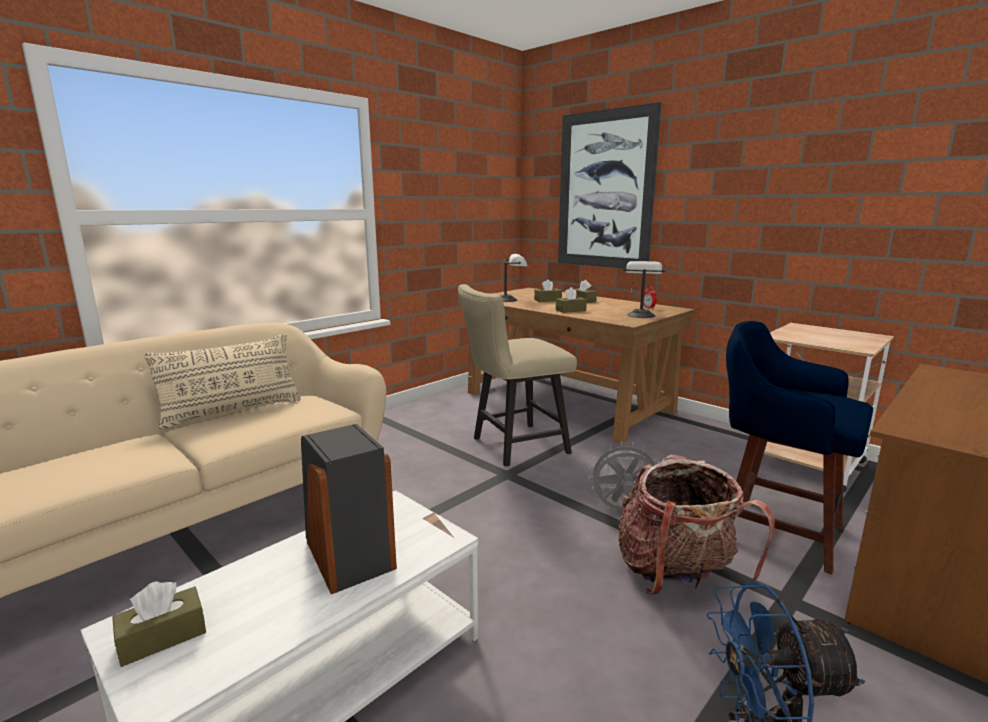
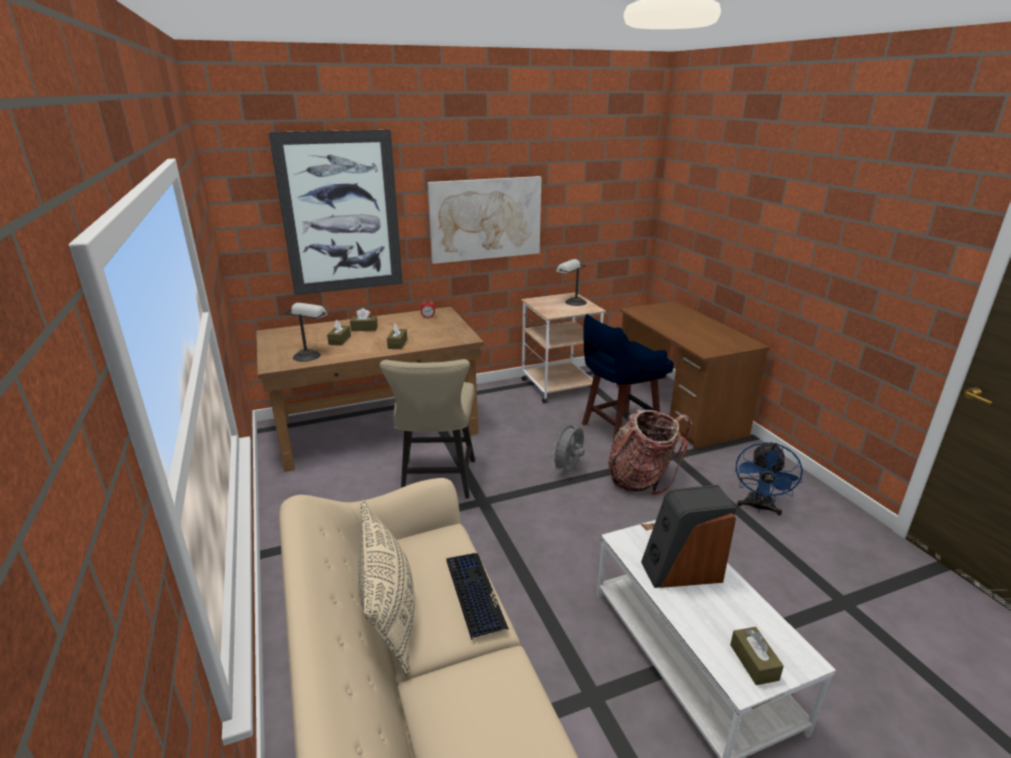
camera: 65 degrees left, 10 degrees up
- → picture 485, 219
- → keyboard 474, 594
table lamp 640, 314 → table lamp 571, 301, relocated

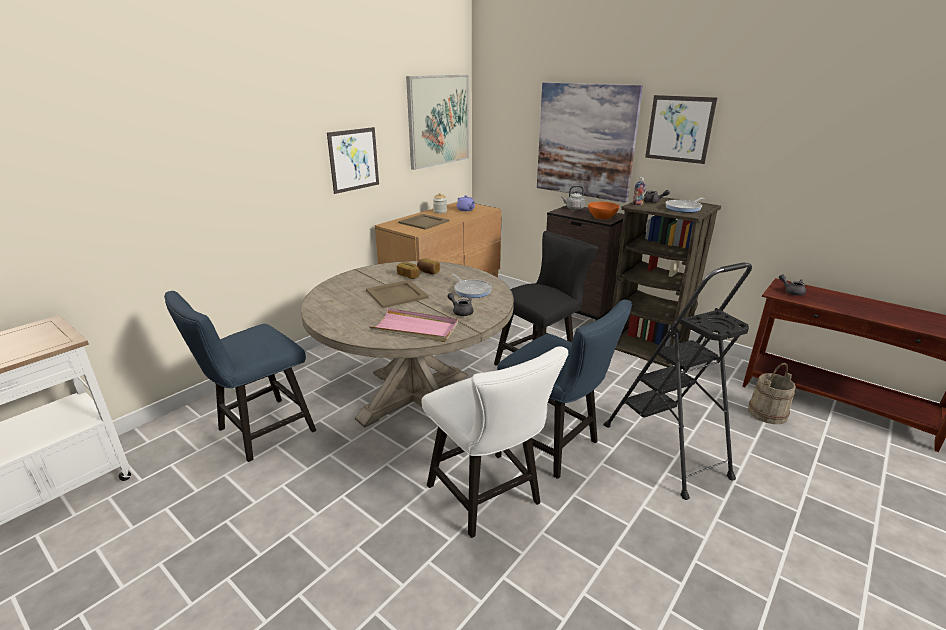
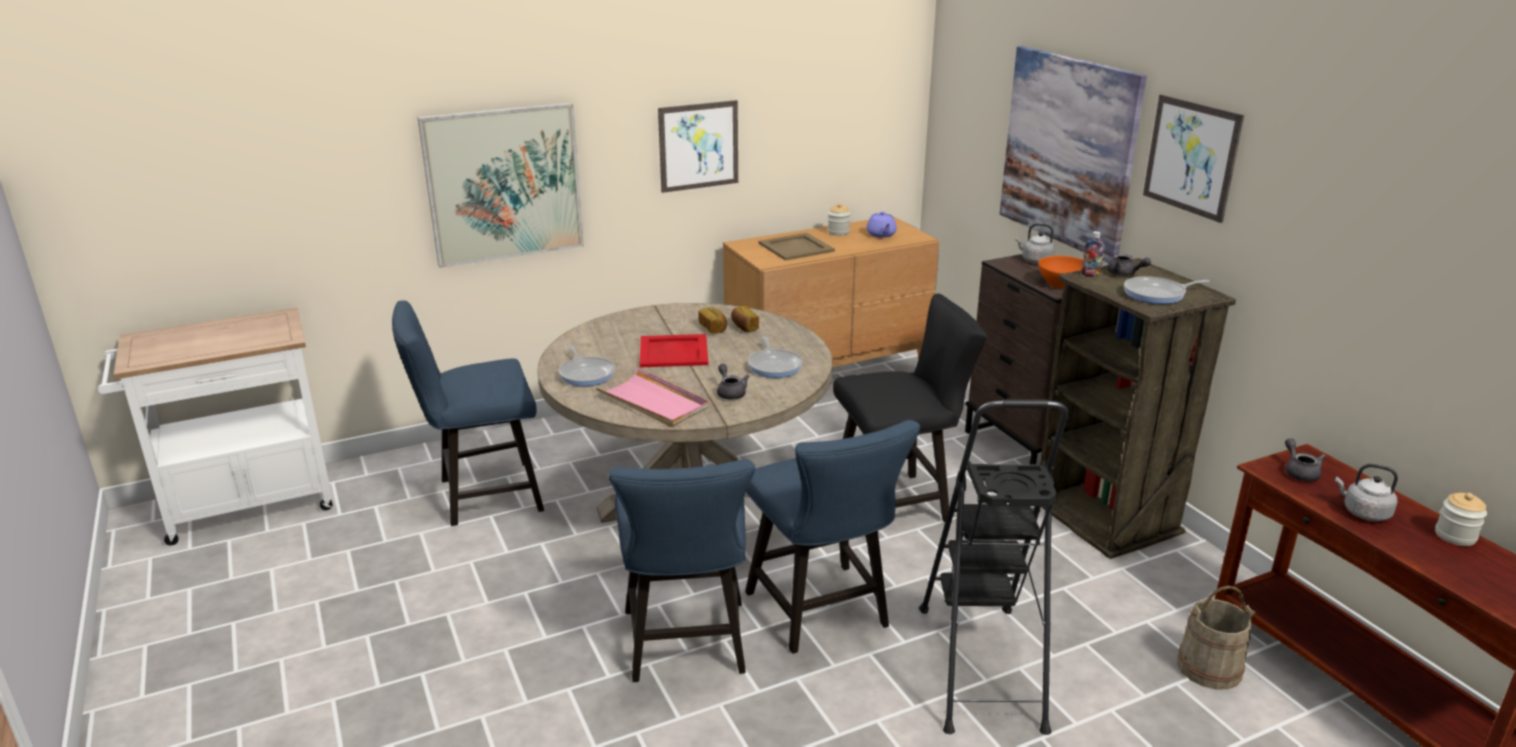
camera: 25 degrees right, 0 degrees up
picture 438, 121 → picture 504, 184, relocated
- → frying pan 586, 373
white chair 489, 498 → blue chair 687, 648
beige tray 396, 294 → red tray 673, 351
- → grey kettle 1363, 512
- → jar 1455, 536

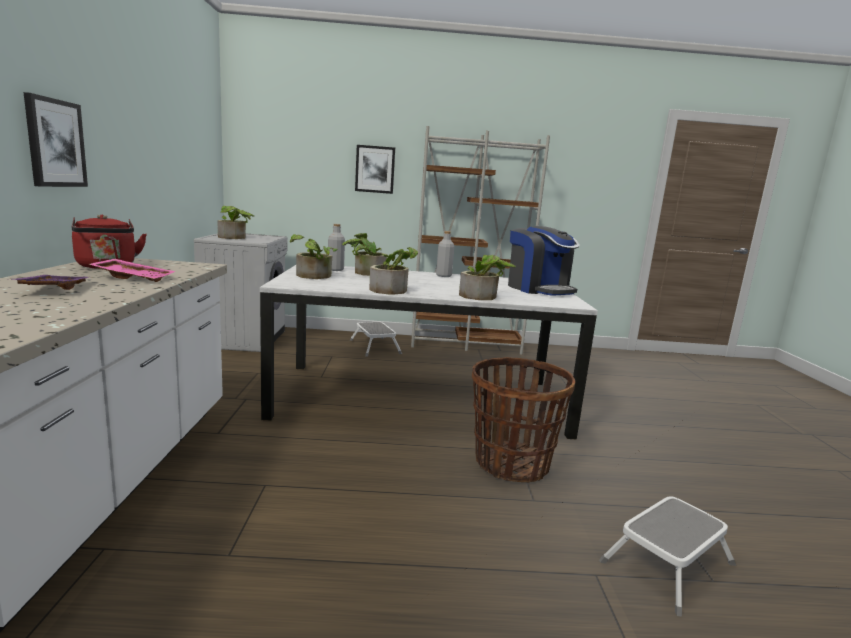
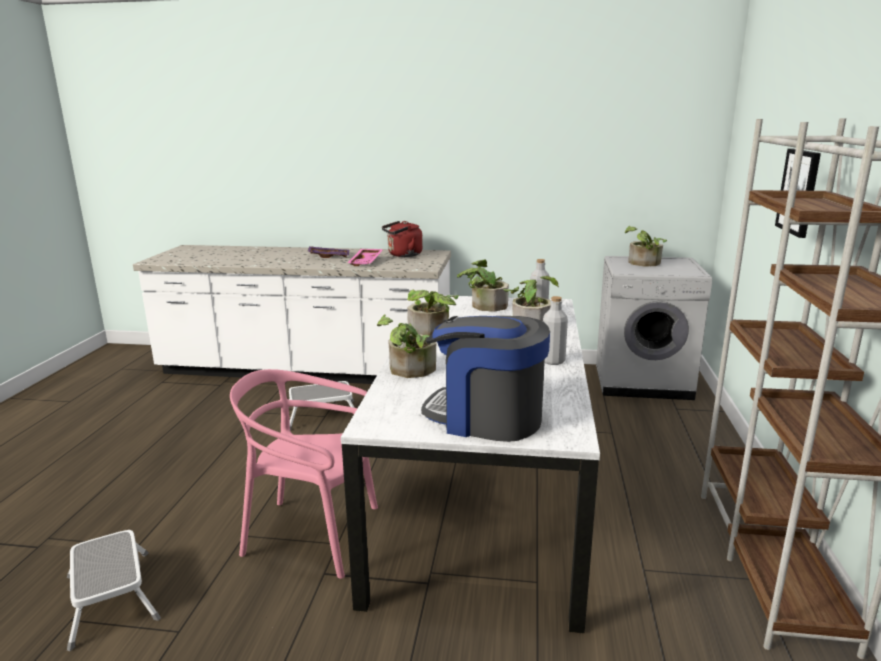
camera: 100 degrees right, 5 degrees up
basket 511, 463 → pink chair 312, 534
grey step ladder 374, 347 → grey step ladder 322, 415, relocated
coffee machine 539, 289 → coffee machine 486, 418, 45 degrees clockwise
picture 55, 143 → -

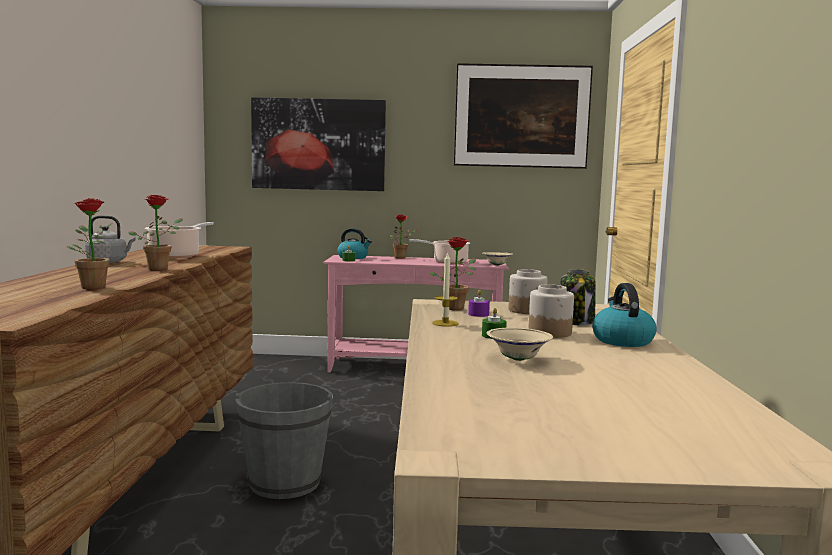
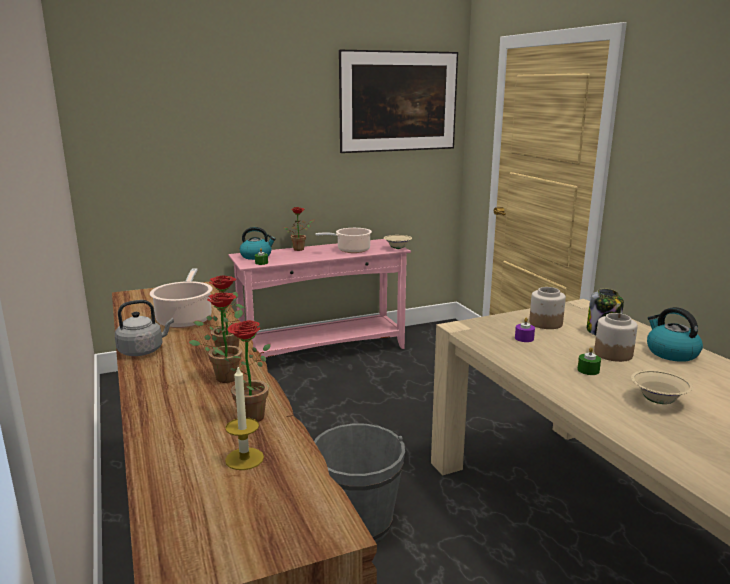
camera: 25 degrees left, 10 degrees up
potted plant 456, 307 → potted plant 228, 375, relocated
candle 445, 323 → candle 244, 459, relocated
picture 318, 144 → -

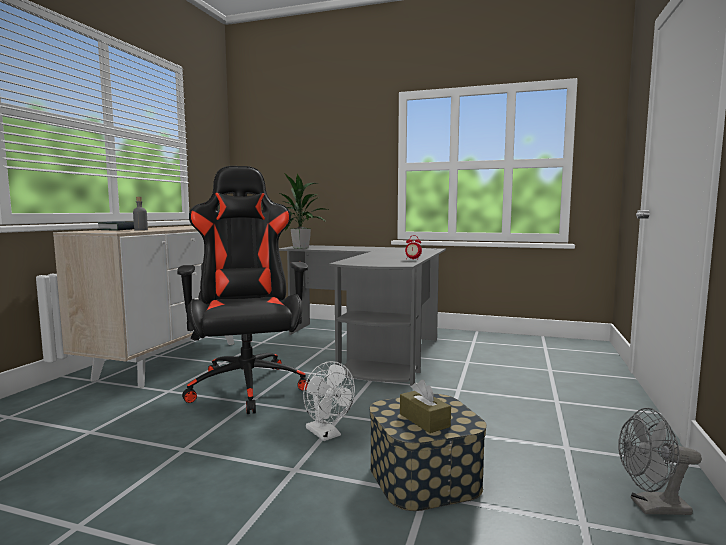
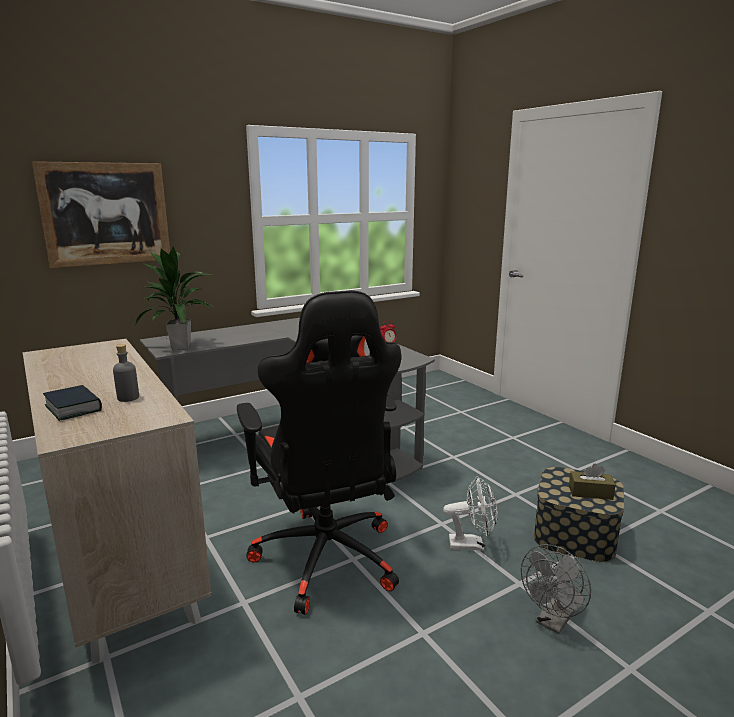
camera: 50 degrees left, 10 degrees up
- → picture 106, 214
black office chair 248, 391 → black office chair 323, 550, 135 degrees counterclockwise
grey fan 652, 507 → grey fan 553, 622, relocated

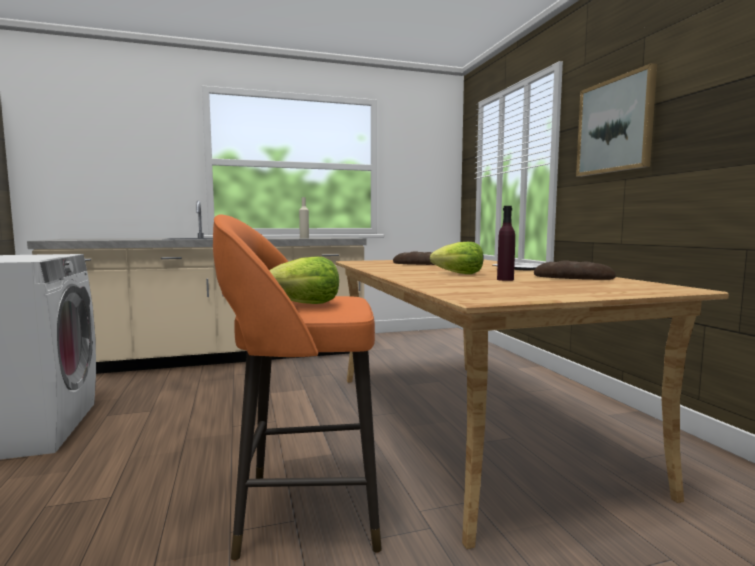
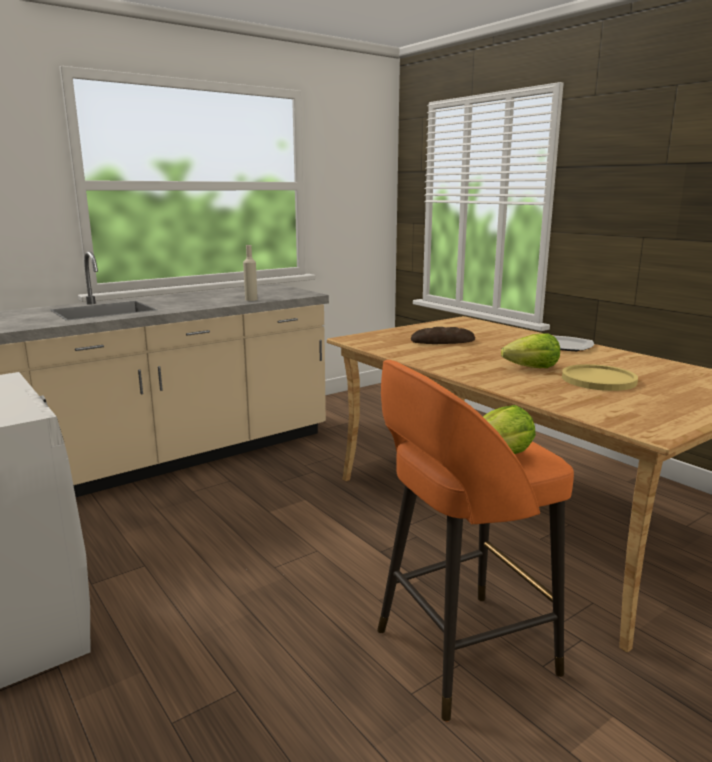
camera: 20 degrees left, 10 degrees up
purple bottle 505, 279 → yellow plate 598, 379
bread 573, 278 → -
picture 615, 126 → -

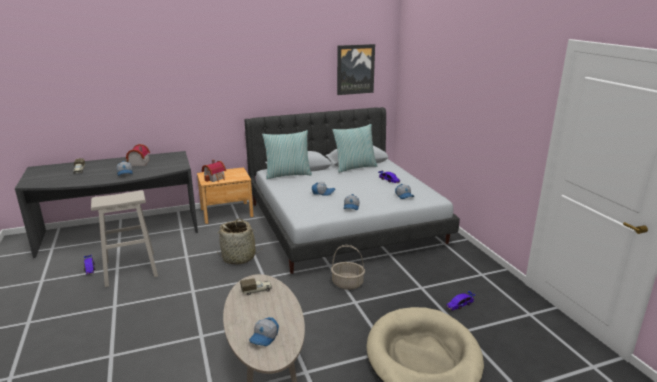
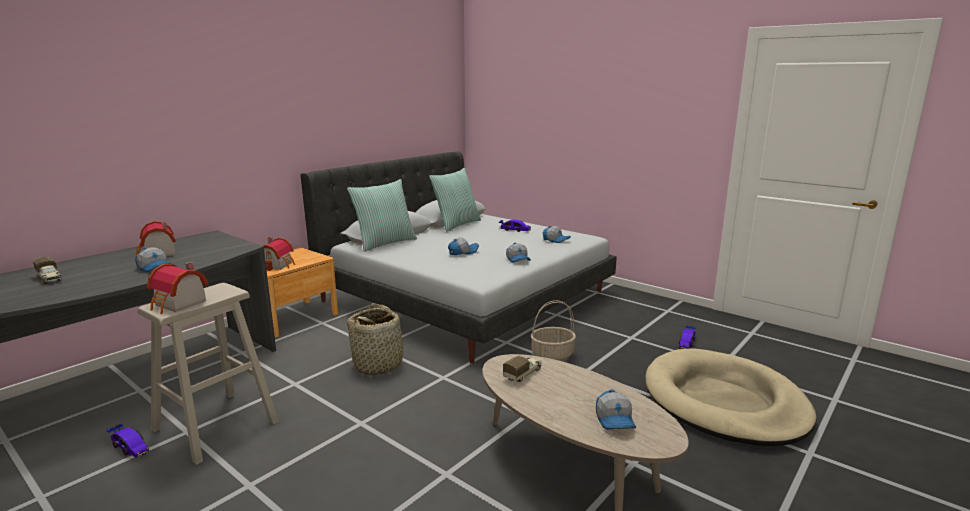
camera: 30 degrees left, 5 degrees down
- → toy house 179, 304
picture 355, 69 → -

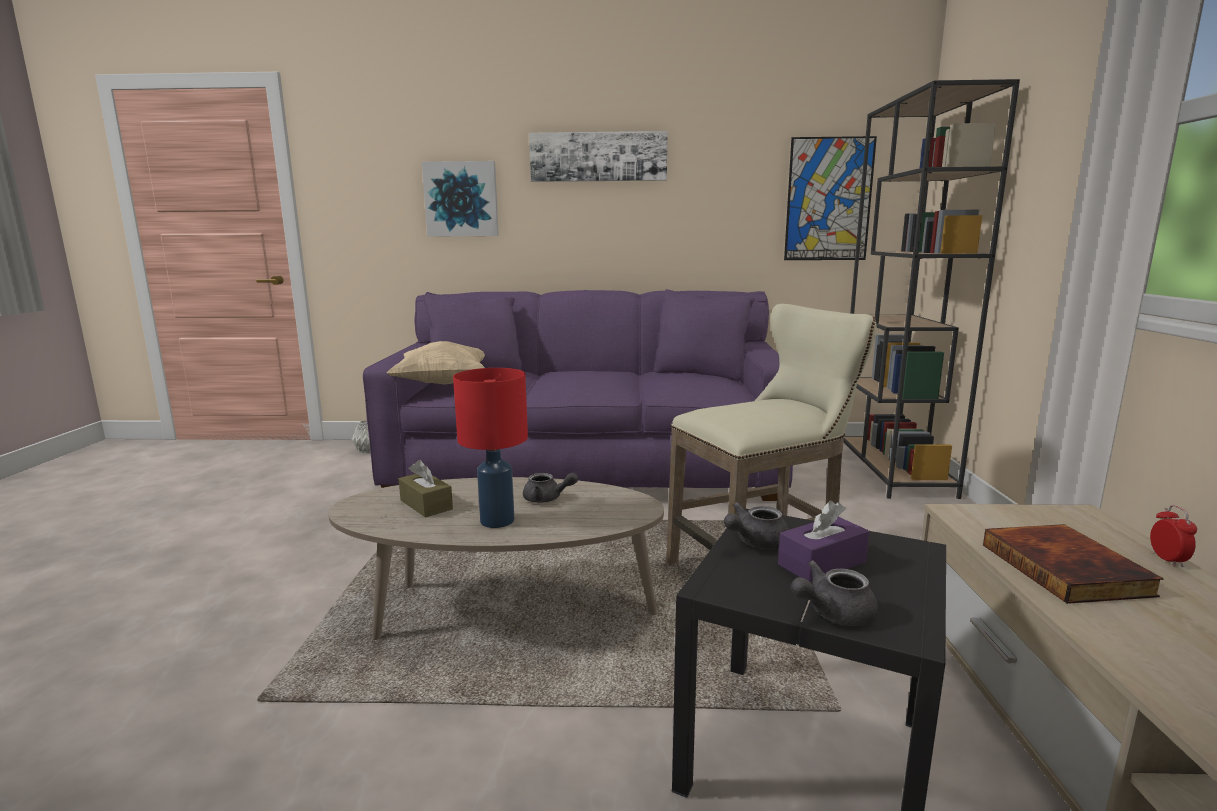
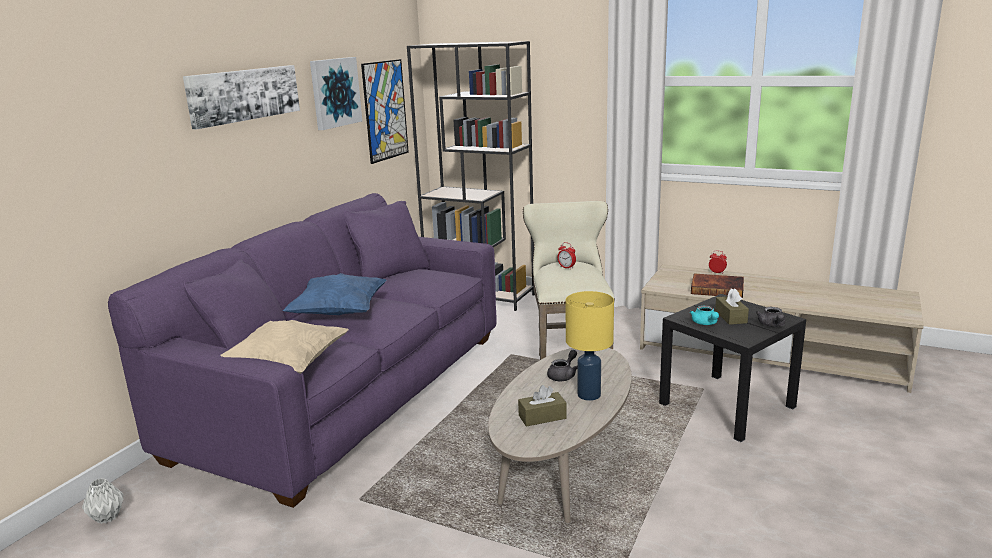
camera: 65 degrees left, 5 degrees up
- → blue pillow 339, 313
picture 461, 199 → picture 335, 92, relocated
- → alarm clock 566, 267
red table lamp 497, 521 → yellow table lamp 589, 395
grey teapot 755, 542 → turquoise teapot 705, 323
purple tissue box 822, 563 → brown tissue box 731, 317

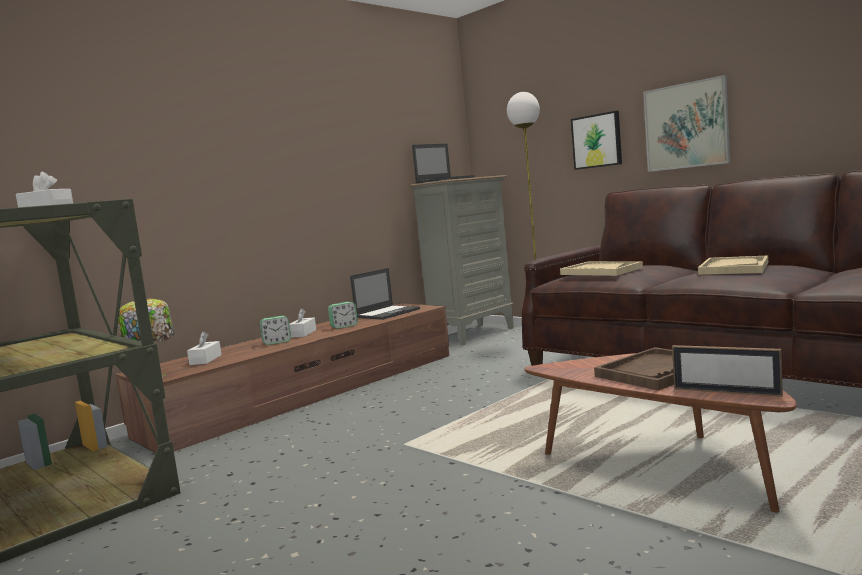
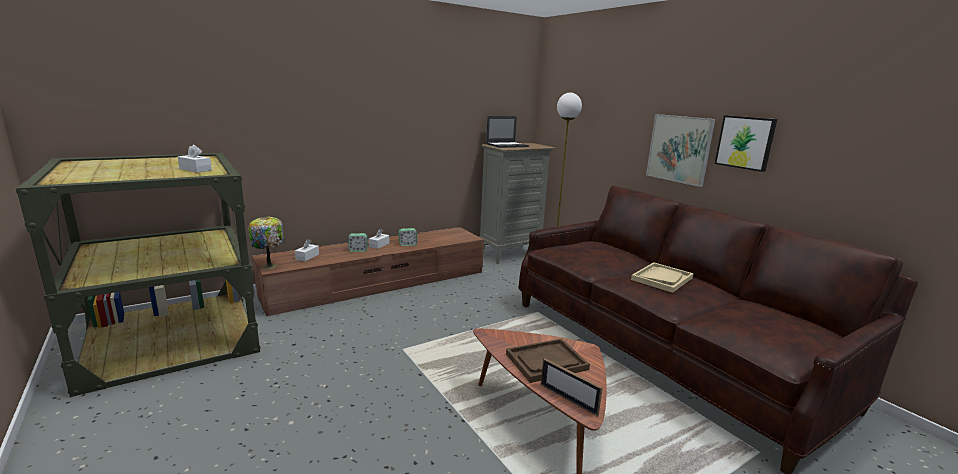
camera: 10 degrees right, 10 degrees up
picture 597, 141 → picture 745, 142, relocated
laptop 387, 313 → -
beige tray 601, 271 → -

